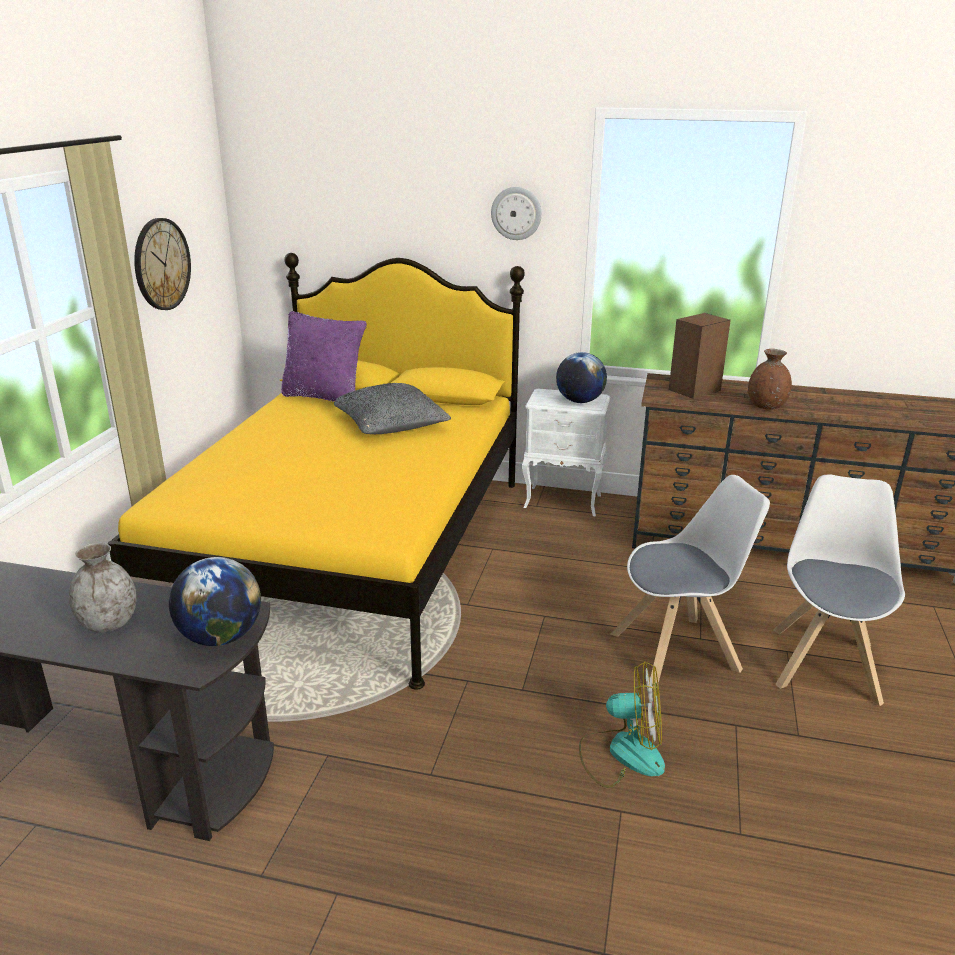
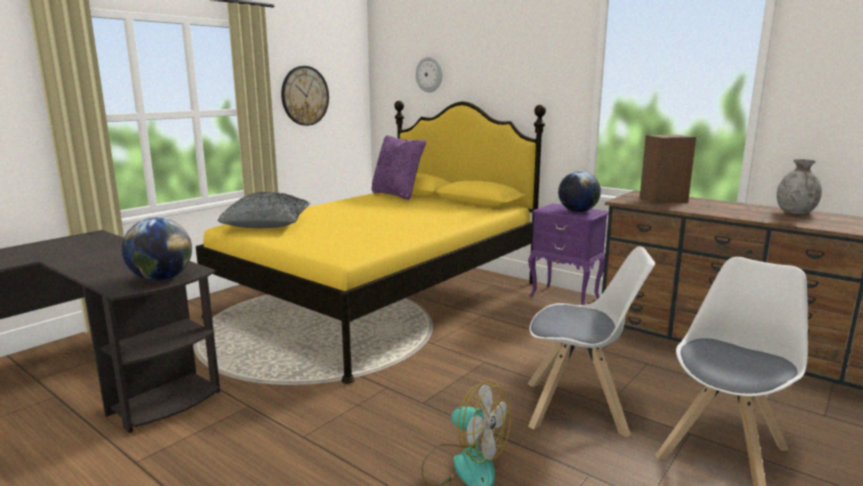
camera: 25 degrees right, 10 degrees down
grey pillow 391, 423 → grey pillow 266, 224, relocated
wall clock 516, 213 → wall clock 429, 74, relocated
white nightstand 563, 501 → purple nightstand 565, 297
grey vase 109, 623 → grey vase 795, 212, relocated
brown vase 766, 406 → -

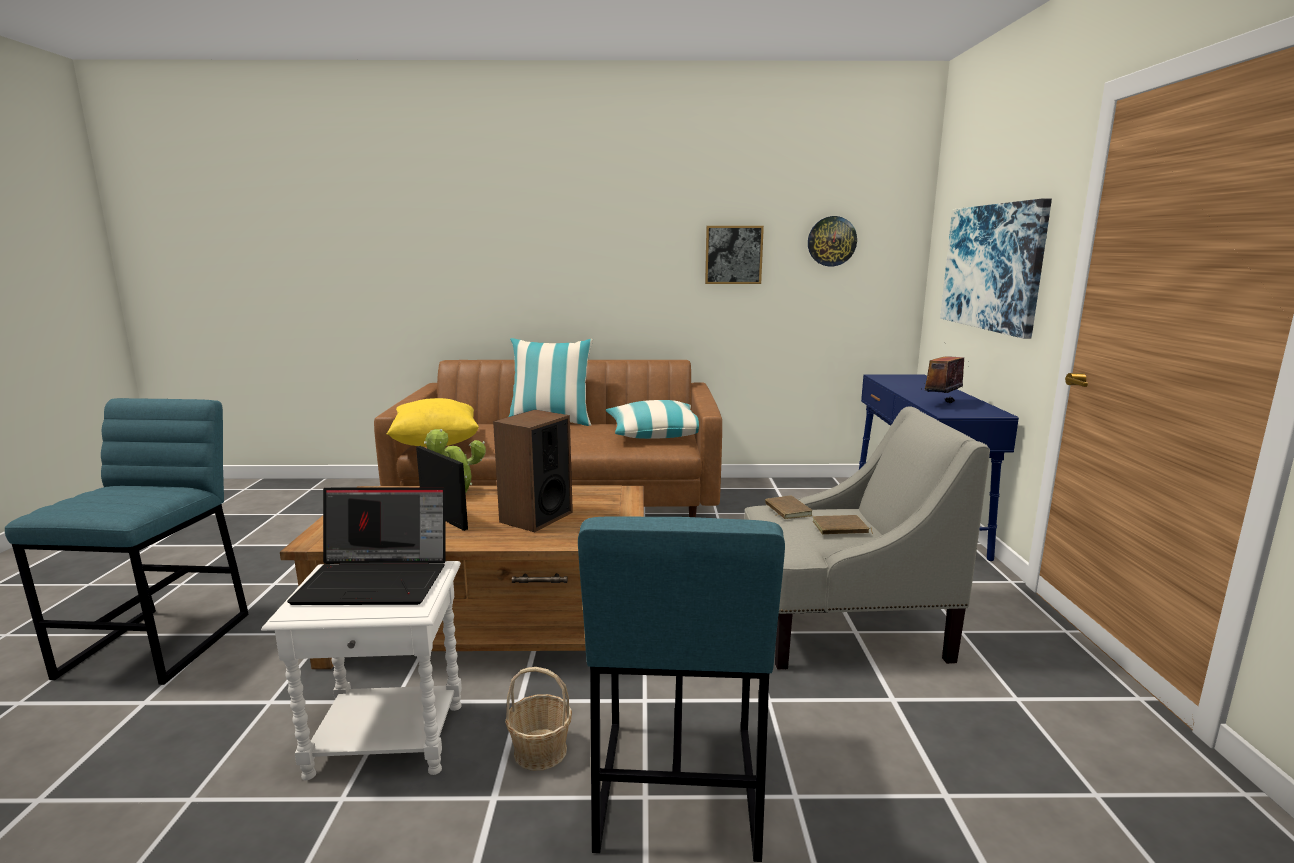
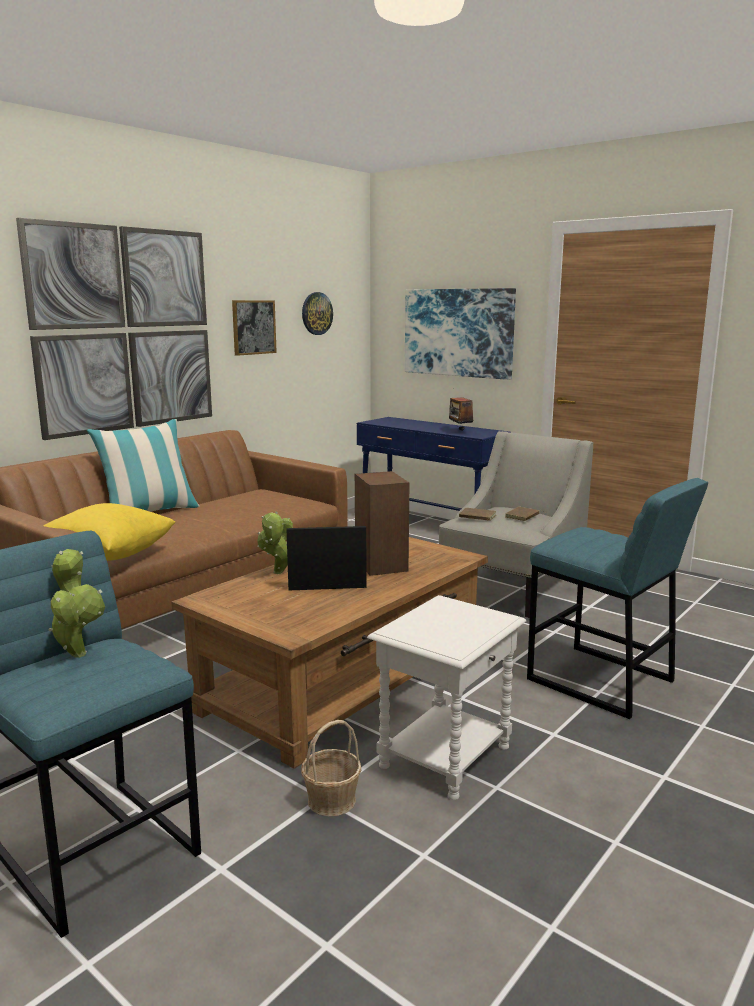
camera: 50 degrees left, 0 degrees up
- → picture 125, 329
- → potted plant 78, 652
basket 540, 751 → basket 331, 800, relocated
laptop 377, 580 → -
pillow 656, 433 → -

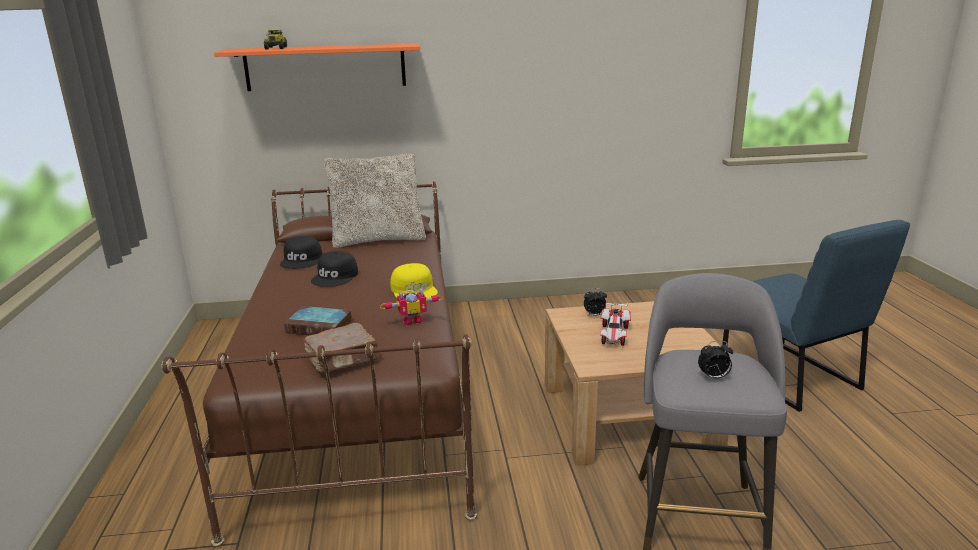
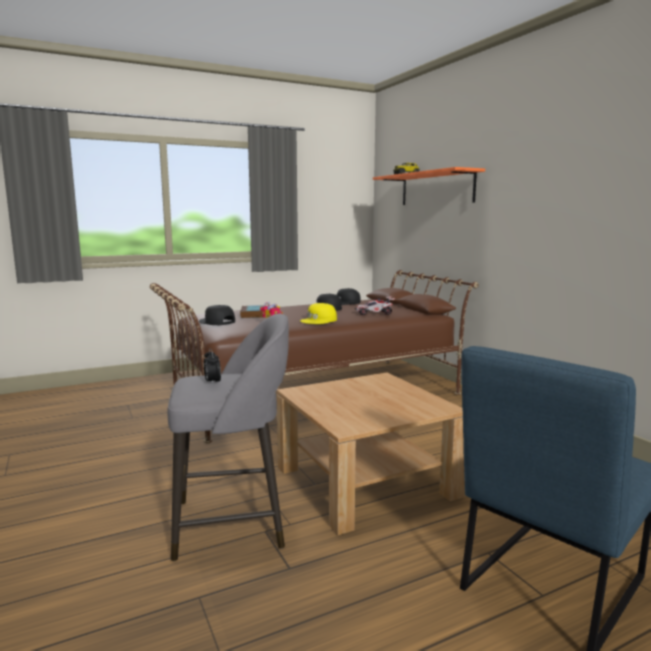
camera: 70 degrees right, 10 degrees down
brown book 343, 359 → black cap 216, 322
toy car 614, 335 → toy car 374, 313, relocated
beige pillow 378, 238 → -
alarm clock 594, 315 → -

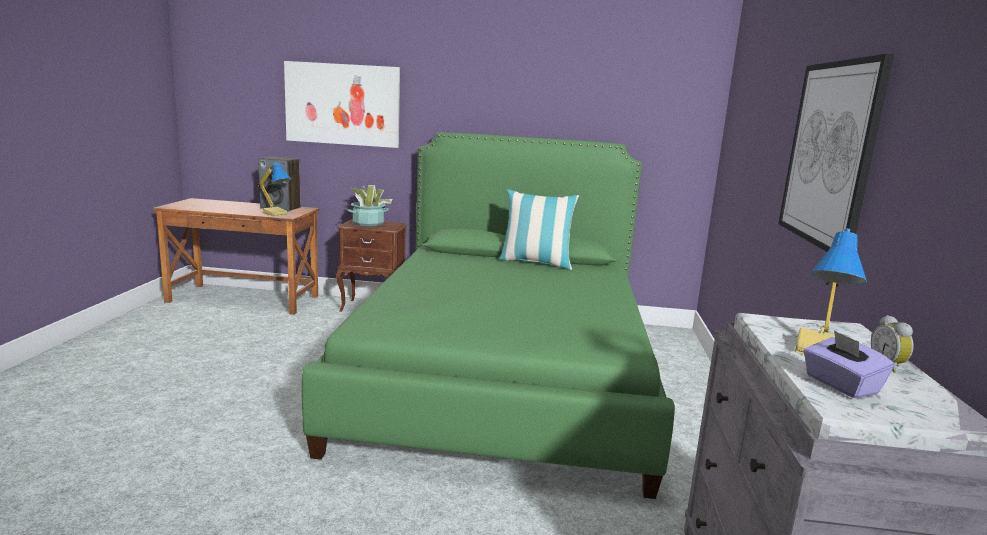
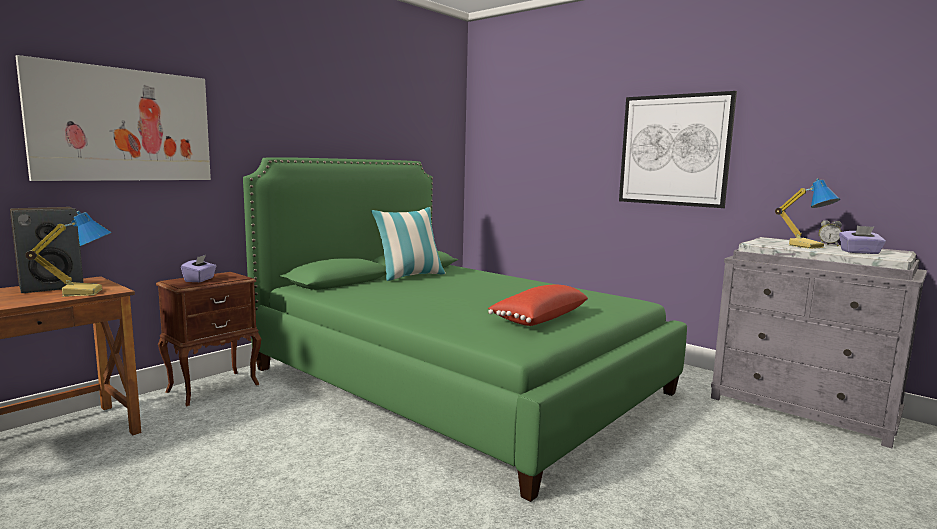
camera: 55 degrees left, 5 degrees down
potted plant 368, 223 → purple tissue box 200, 280
- → red pillow 538, 318

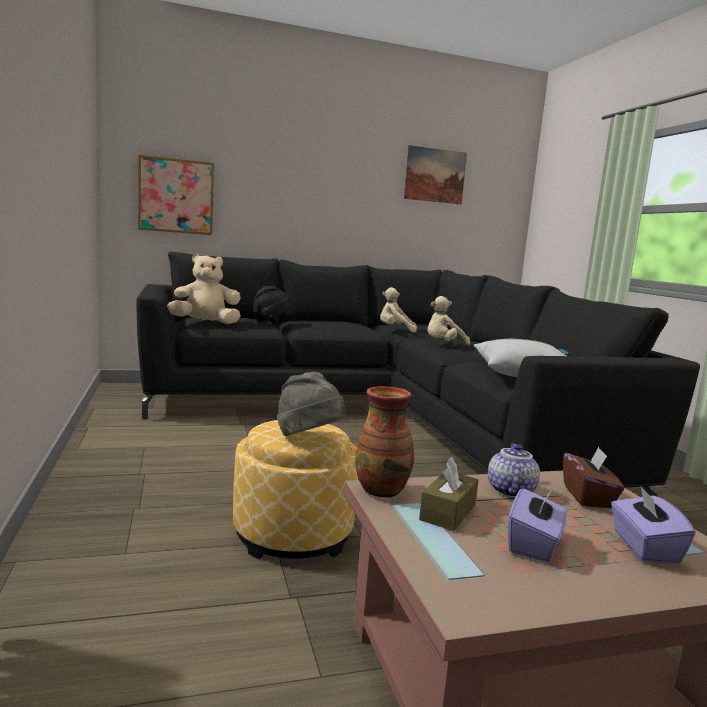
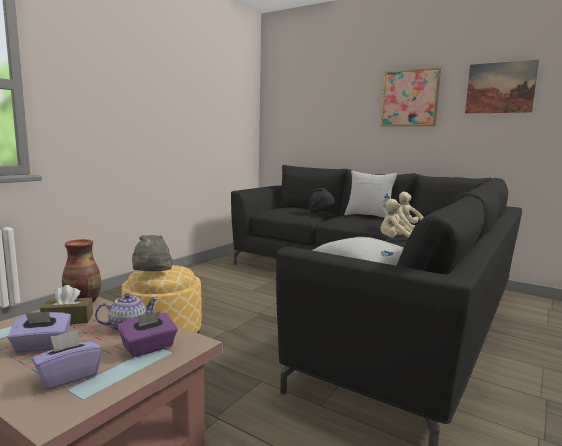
camera: 50 degrees right, 0 degrees up
brown tissue box 588, 497 → purple tissue box 149, 348
- → grey pillow 368, 216
picture 176, 196 → picture 410, 98, relocated
beige plush toy 205, 323 → -

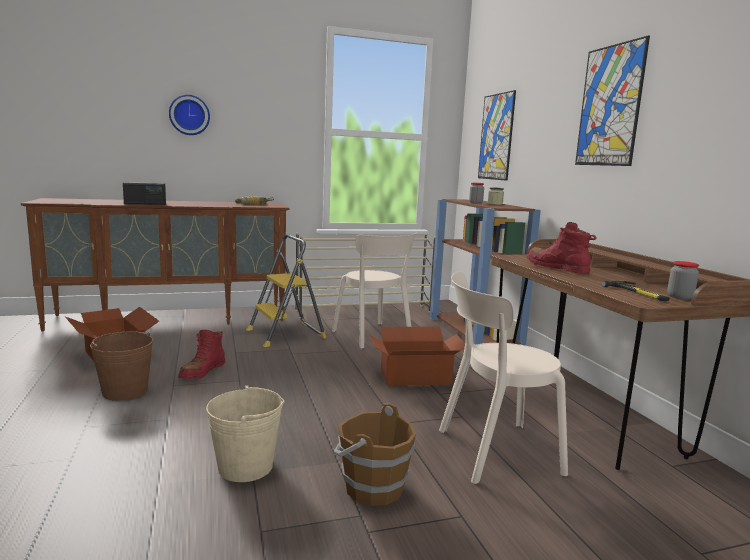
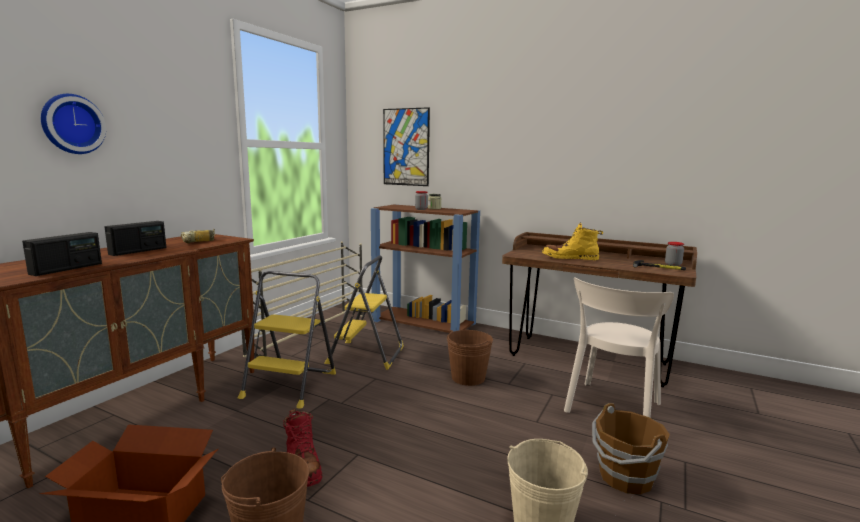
camera: 45 degrees left, 0 degrees up
- → radio 138, 251
beige chair 373, 336 → yellow step ladder 369, 355
cardboard box 414, 376 → brown bucket 468, 377
red boot 557, 268 → yellow boot 570, 258
picture 609, 106 → -

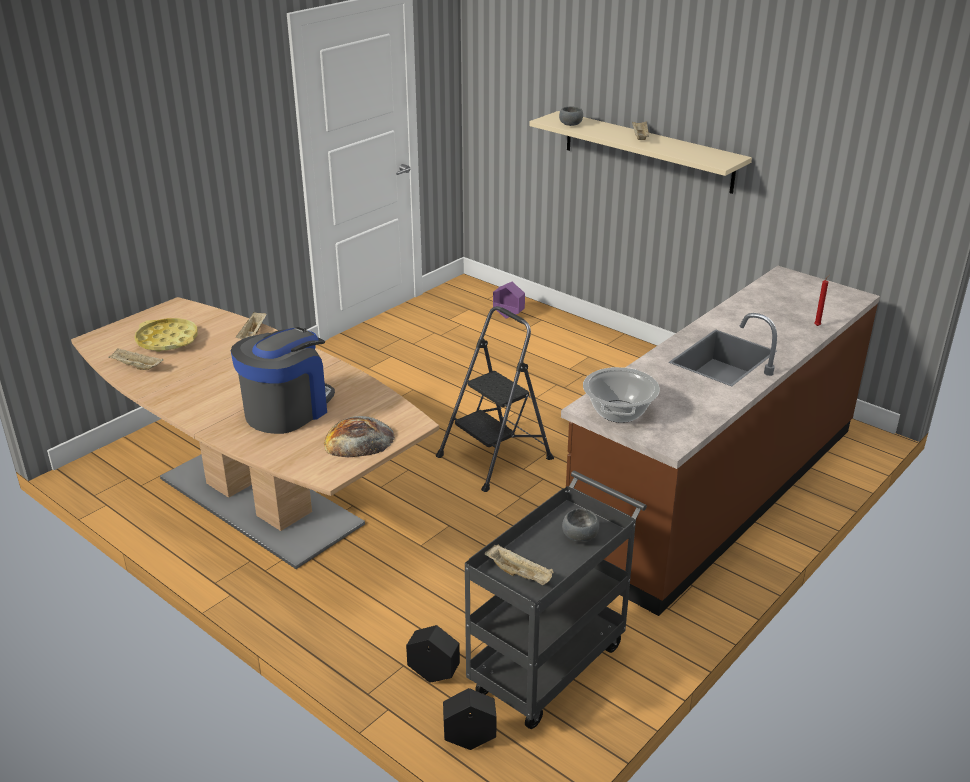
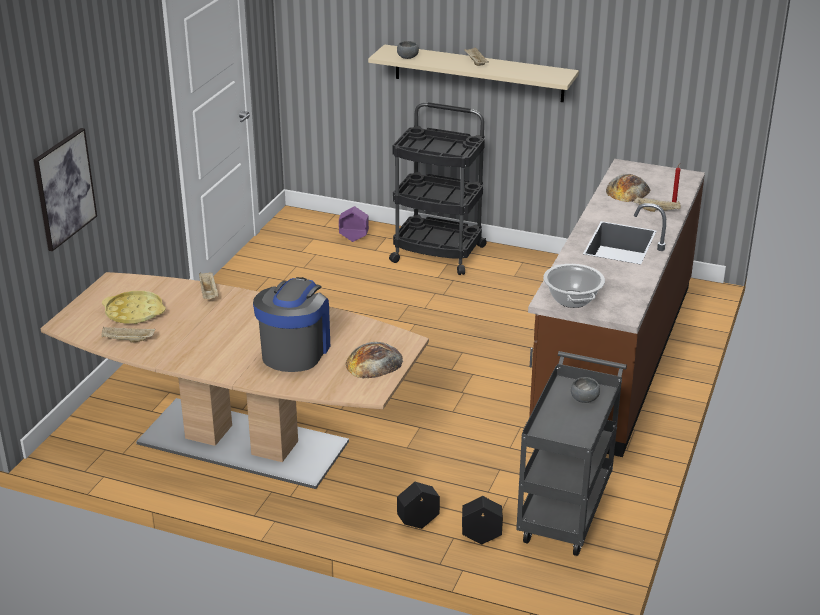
camera: 20 degrees left, 0 degrees up
- → picture 64, 188
- → black cart 437, 254
black planter 469, 740 → black planter 418, 523, relocated
- → bread 628, 190
beige tray 520, 574 → beige tray 657, 210, relocated
black step ladder 497, 455 → -

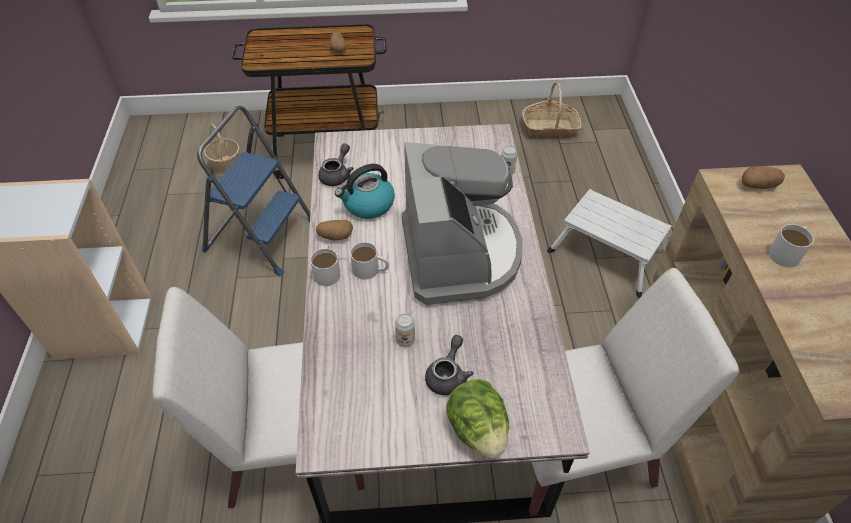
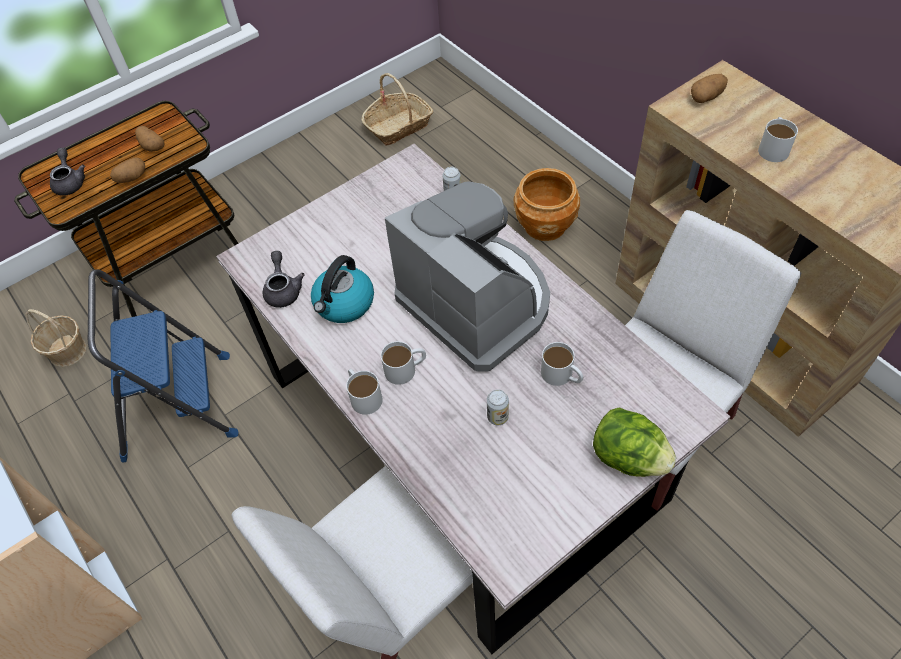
camera: 30 degrees left, 5 degrees up
grey teapot 448, 375 → grey teapot 70, 182, relocated
potato 335, 236 → potato 132, 178, relocated
white step ladder 609, 252 → brown planter 545, 225
- → white mug 562, 376

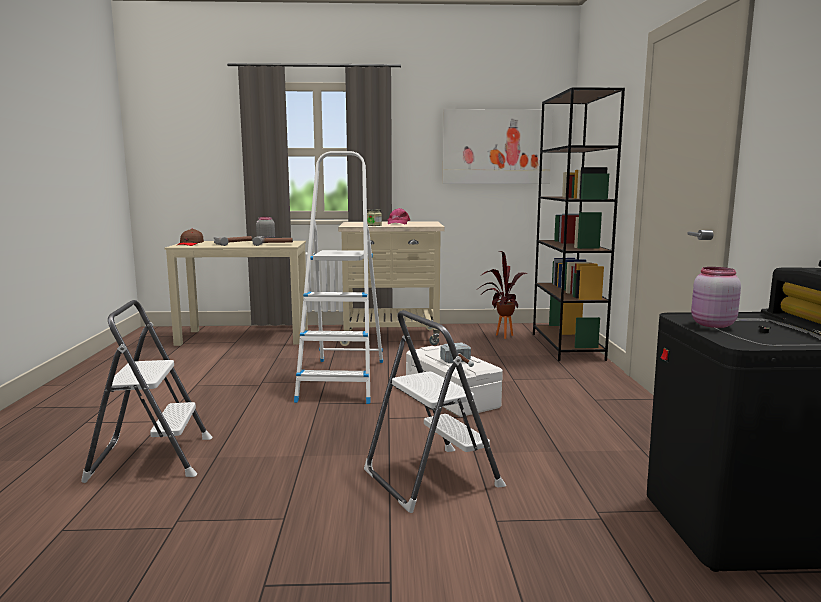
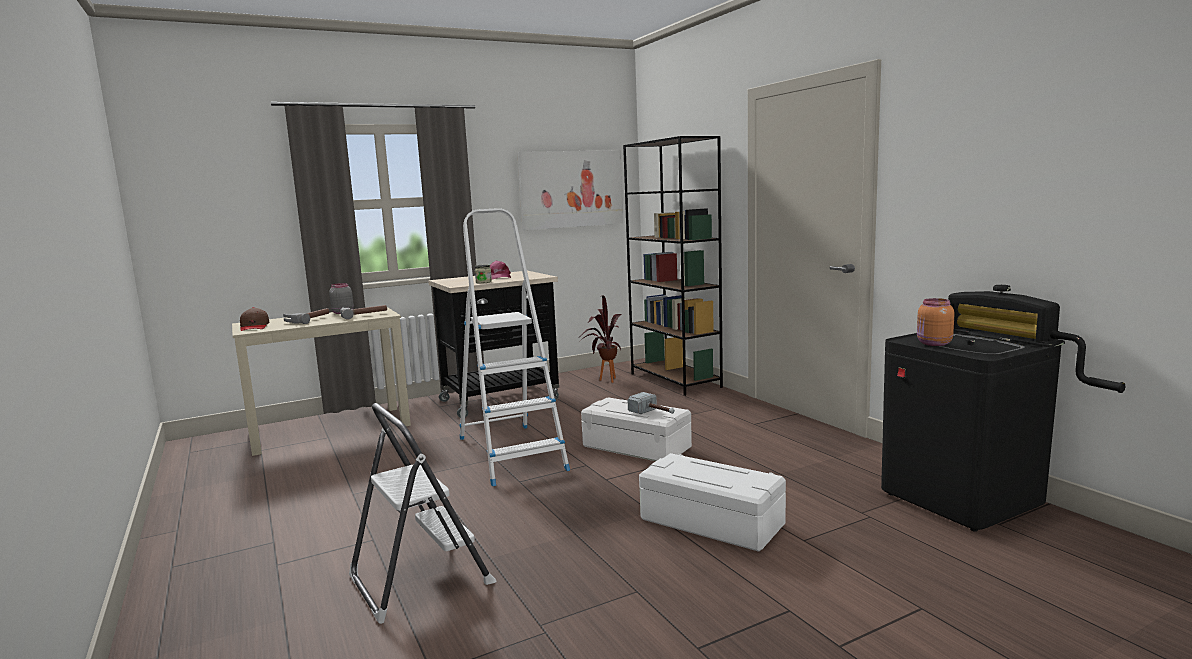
camera: 25 degrees left, 0 degrees up
beige cart 391, 337 → black cart 500, 400
white step ladder 427, 478 → white storage box 710, 523
pink jar 711, 324 → orange jar 933, 344

